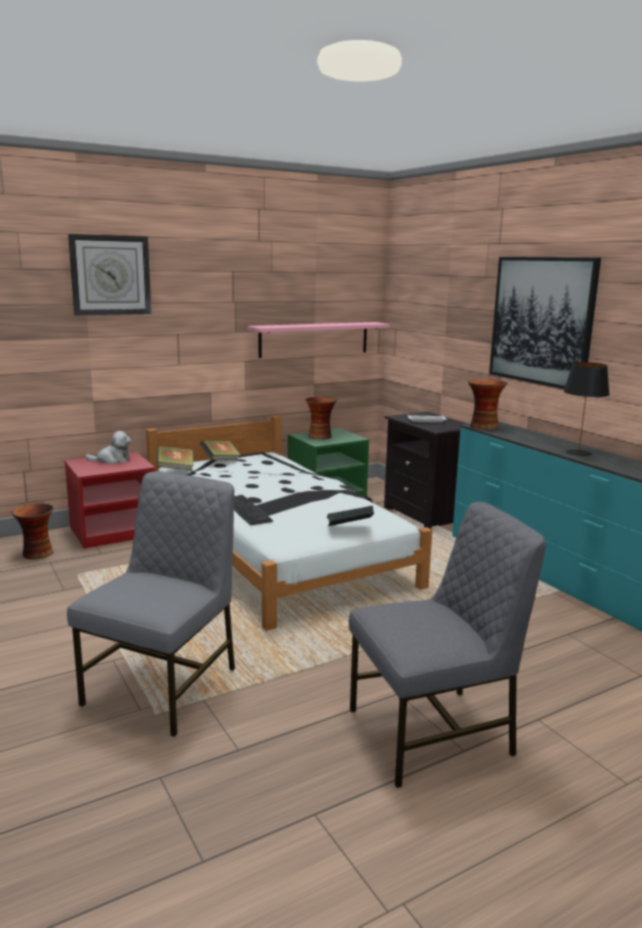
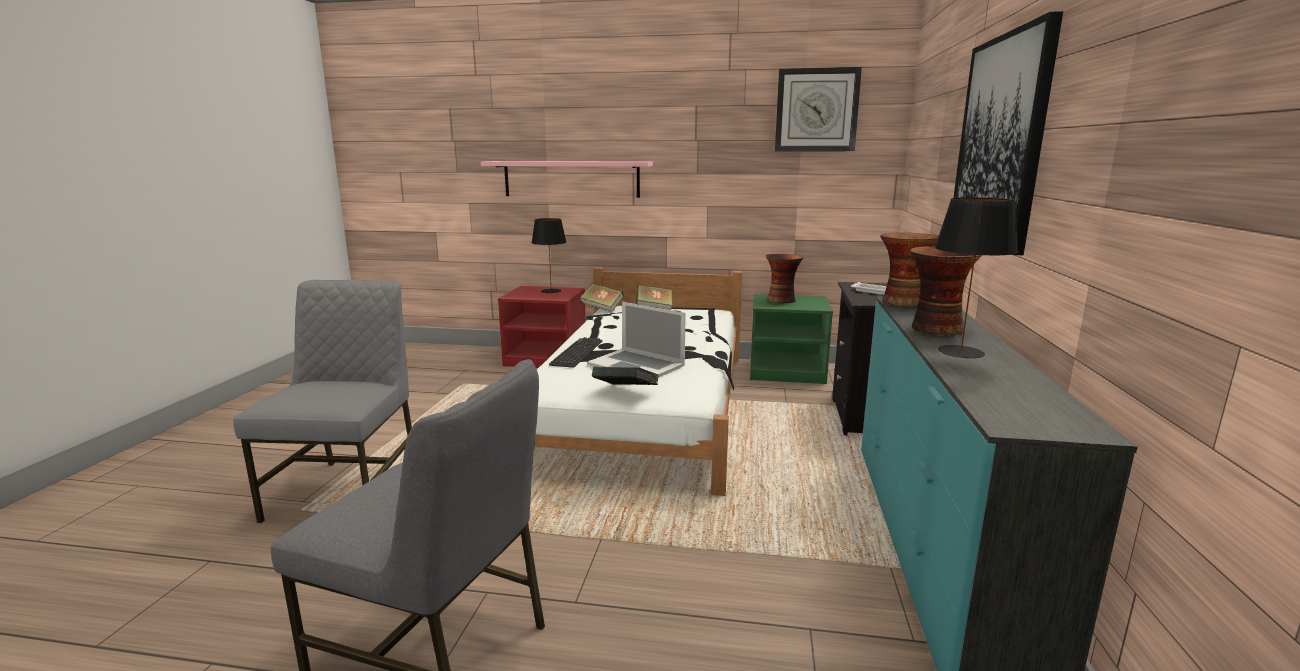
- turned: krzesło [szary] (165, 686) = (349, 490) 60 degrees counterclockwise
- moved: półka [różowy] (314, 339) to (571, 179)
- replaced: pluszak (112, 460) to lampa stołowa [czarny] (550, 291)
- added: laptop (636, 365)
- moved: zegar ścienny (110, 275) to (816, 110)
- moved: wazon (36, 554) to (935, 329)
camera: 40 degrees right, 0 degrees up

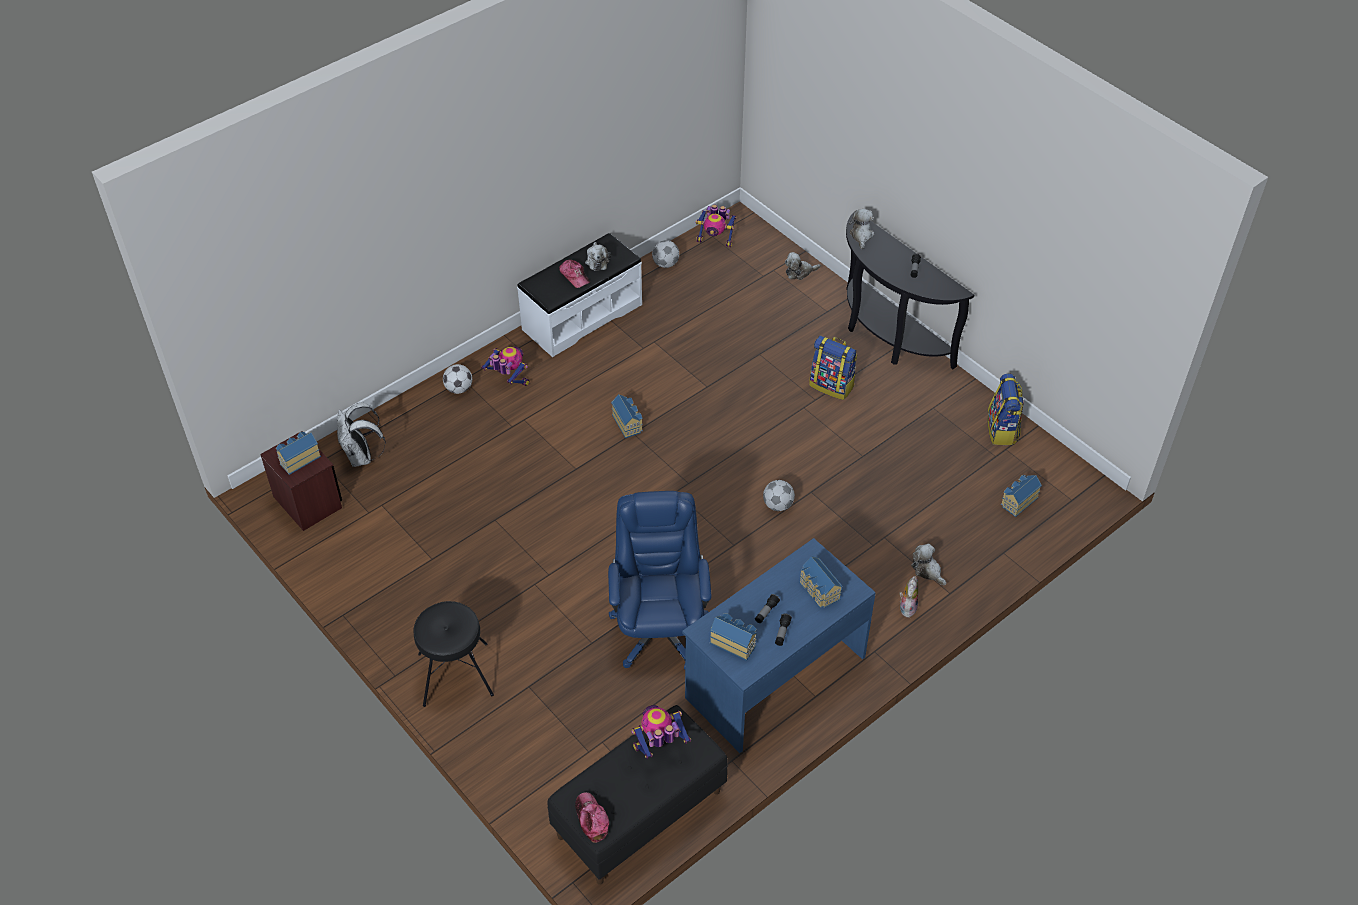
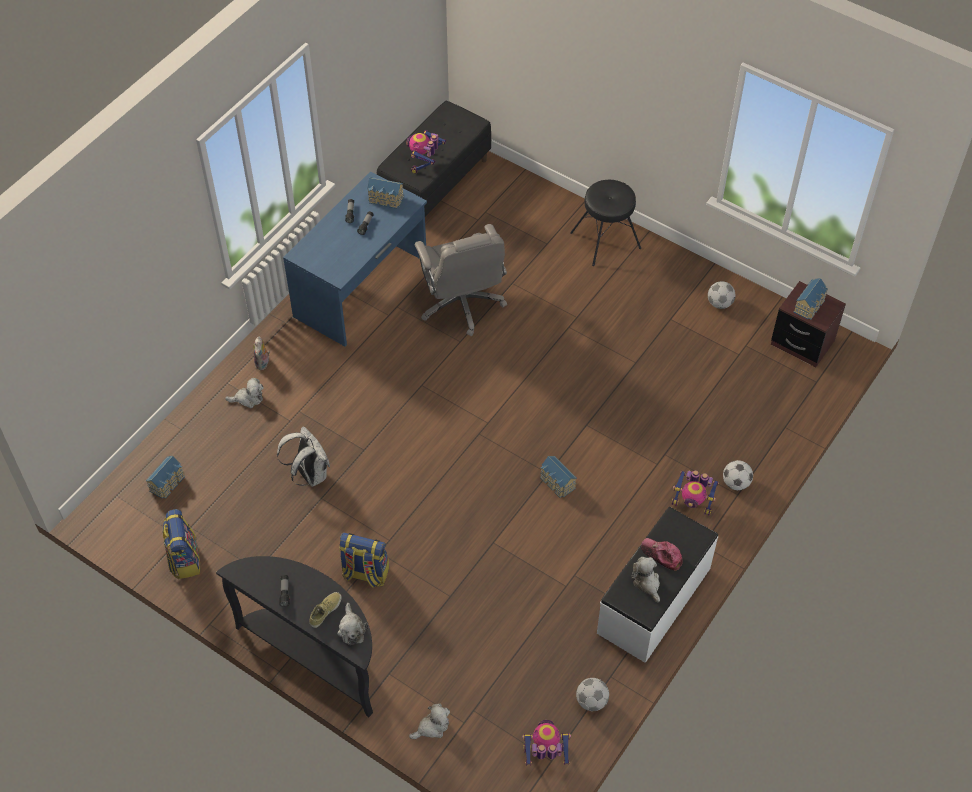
- turned: pluszak (927, 570) = (248, 398) 45 degrees counterclockwise
- moved: plecak [biały] (362, 457) to (309, 474)
- added: but [beżowy] (325, 610)
- turned: robot zabawkowy (659, 746) = (425, 163) 150 degrees clockwise
- recoloured: krzesło biurowe [niebieski] (659, 628) to krzesło biurowe [szary] (462, 304)
- moved: piłka futbolowa (778, 505) to (719, 303)
- removed: czapka z daszkiem (591, 819)
- removed: domek (818, 591)
camera: 165 degrees right, 5 degrees up

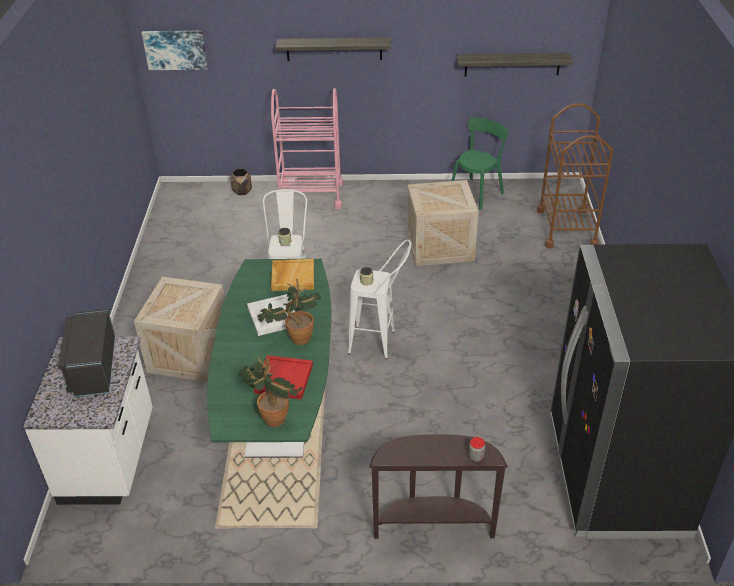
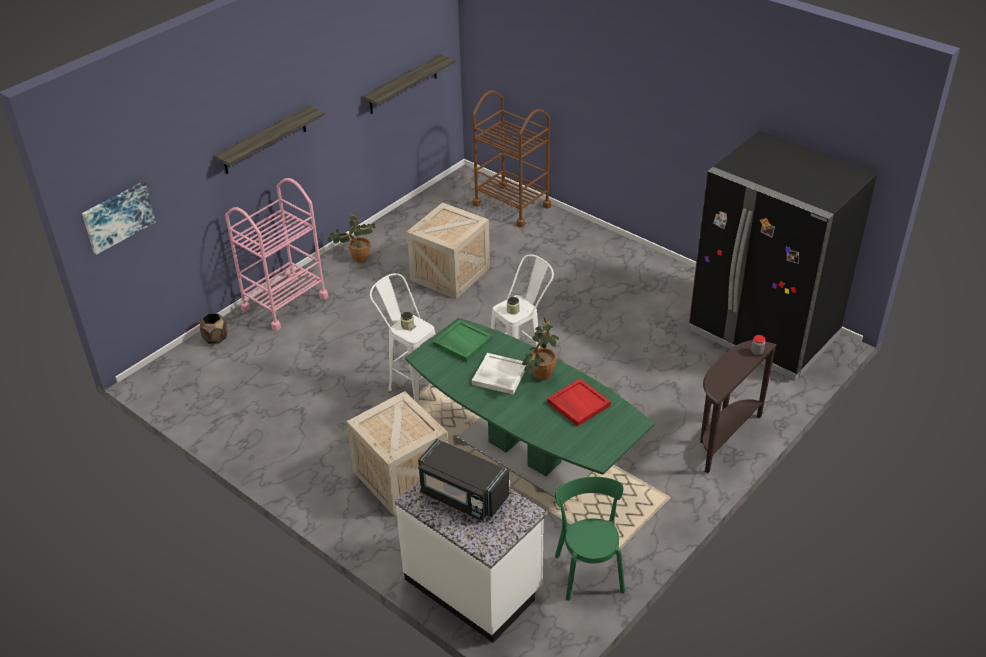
- moved: roślina doniczkowa (272, 415) to (357, 258)
- recoloured: taca [beżowy] (292, 276) to taca [zielony] (462, 342)
- moved: krzesło [zielony] (477, 192) to (588, 570)
camera: 50 degrees left, 0 degrees up

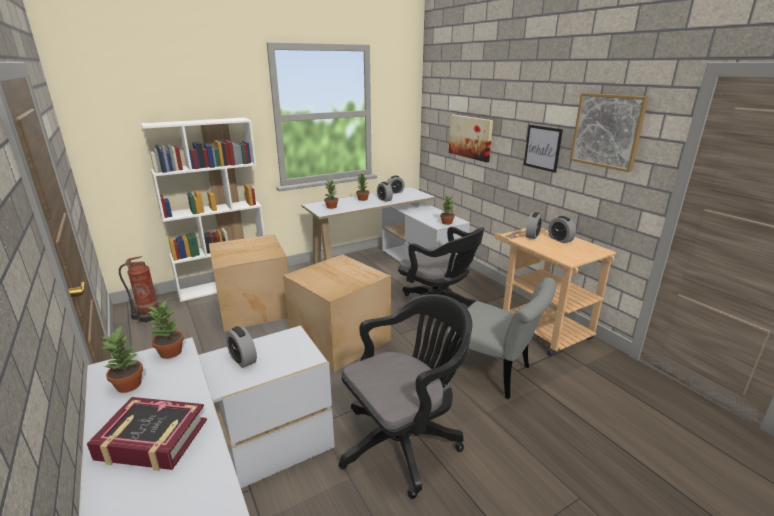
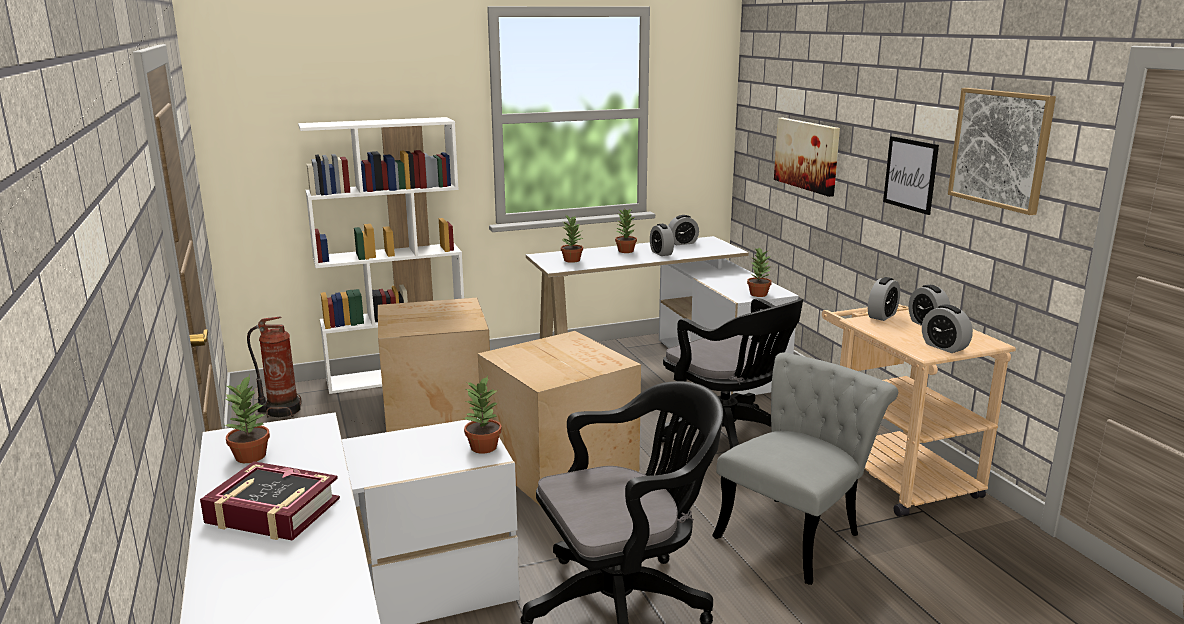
- moved: roślina doniczkowa (170, 352) to (483, 447)
- turned: krzesło [szary] (495, 374) = (796, 533) 90 degrees counterclockwise
- moved: budzik (243, 359) to (944, 347)
camera: 10 degrees right, 5 degrees down

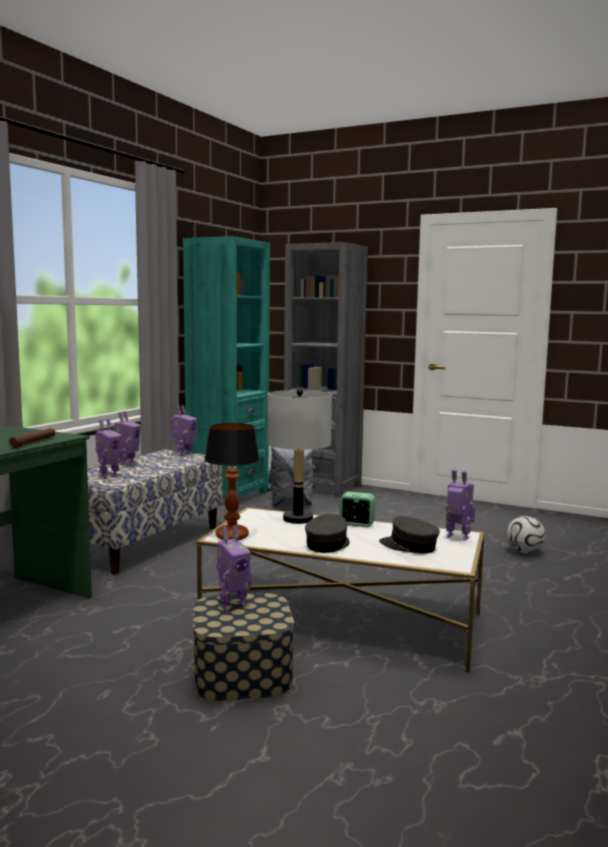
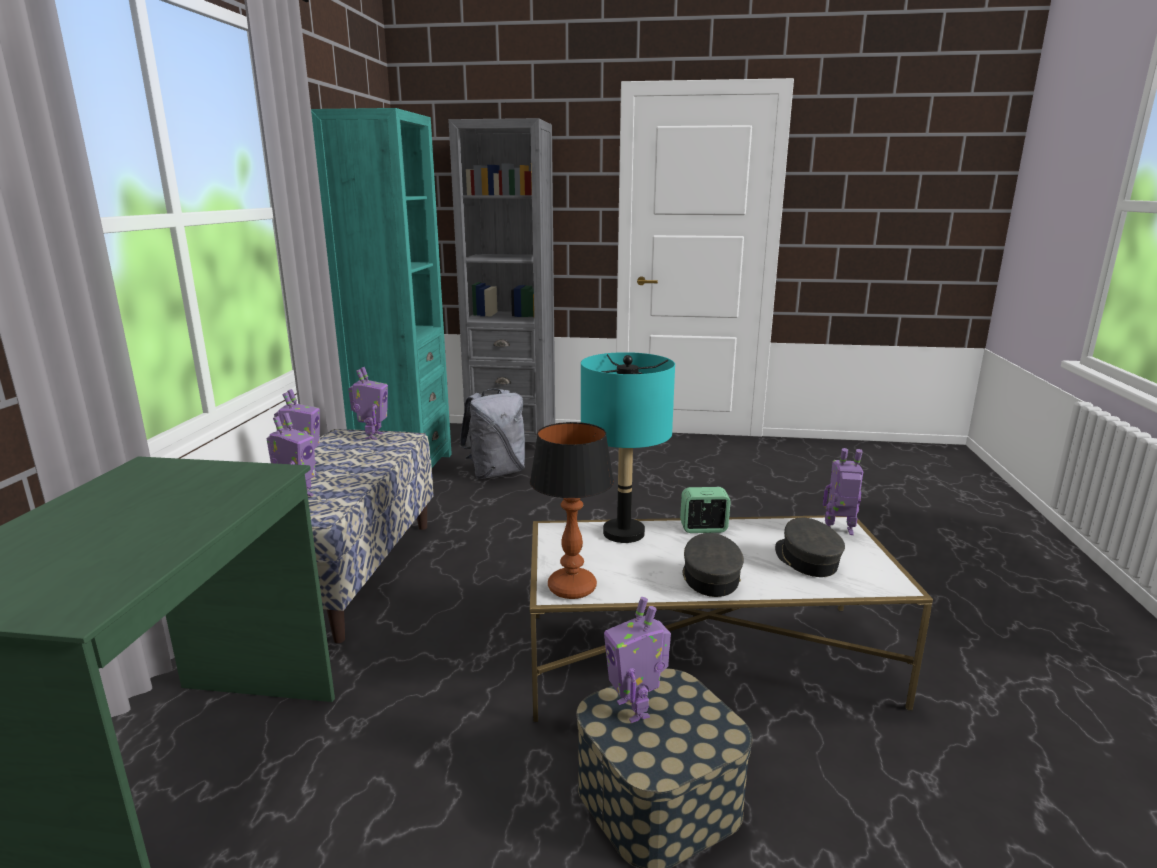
- recoloured: lampa stołowa [szary] (298, 519) to lampa stołowa [turkusowy] (623, 533)
- turned: robot zabawkowy (232, 605) = (635, 708) 120 degrees clockwise
- turned: czapka z daszkiem [szary] (409, 546) = (806, 560) 60 degrees clockwise
- removed: latarka [brązowy] (34, 442)
- removed: piłka futbolowa (524, 552)
camera: 20 degrees left, 10 degrees up

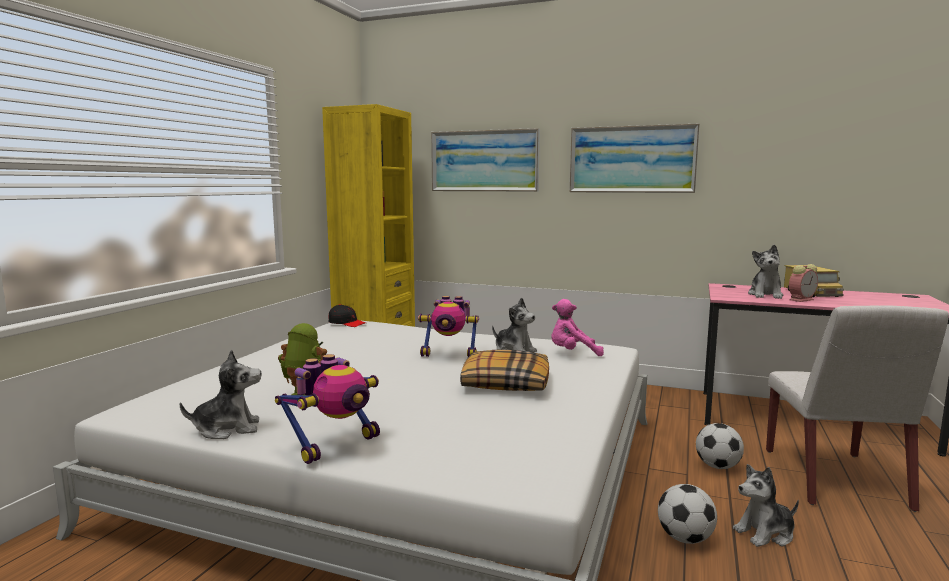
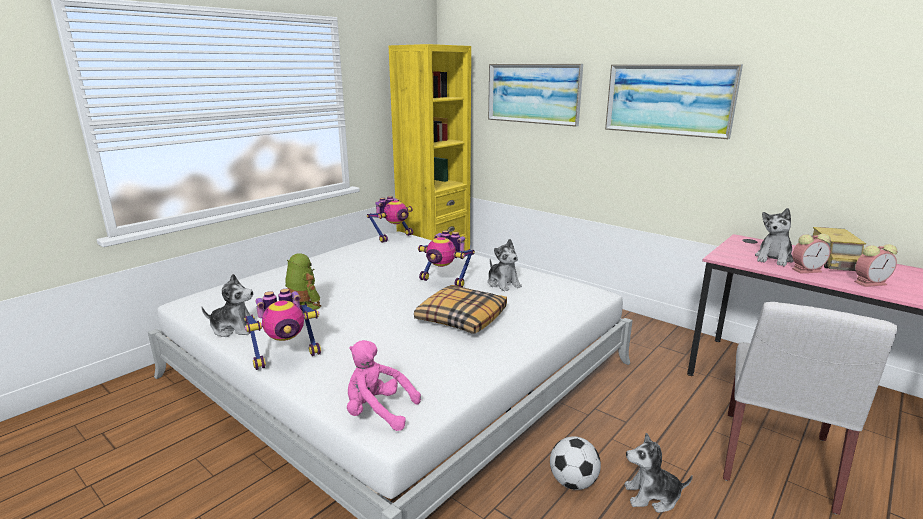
- moved: pluszak [różowy] (572, 353) to (378, 412)
- replaced: czapka z daszkiem [czarny] (347, 323) to robot zabawkowy (393, 237)
- added: budzik (871, 283)
- removed: piłka futbolowa (717, 466)
camera: 20 degrees right, 10 degrees up

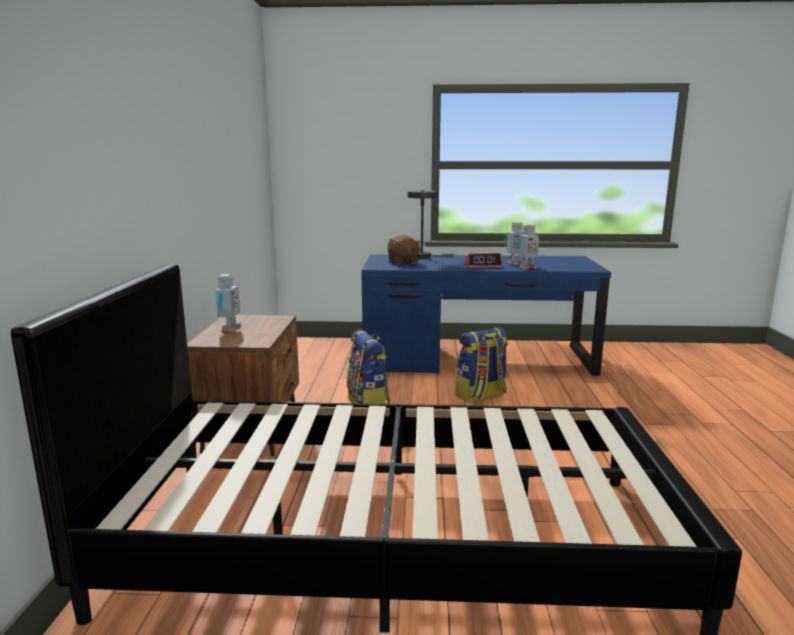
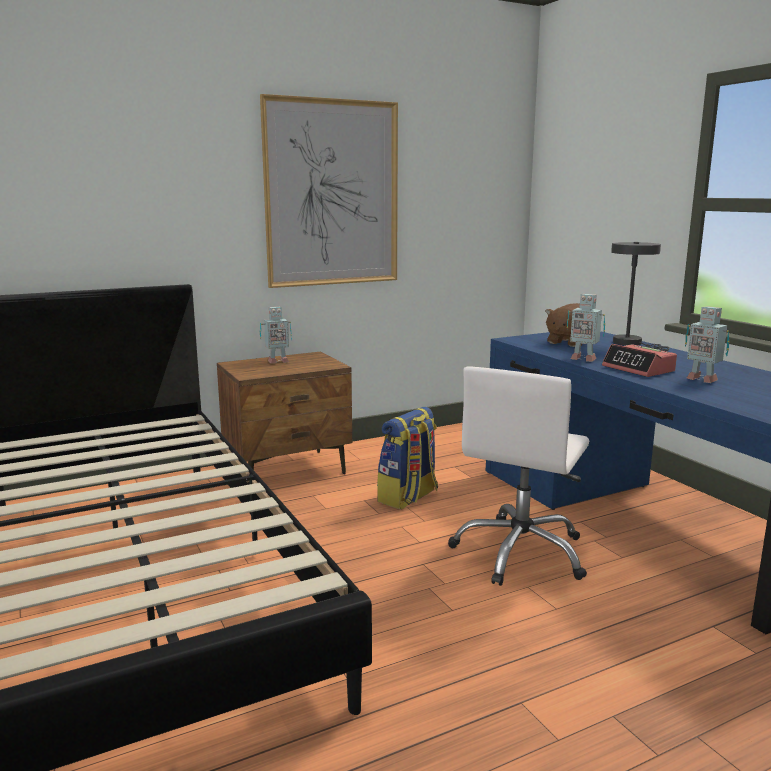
- added: obraz (332, 194)
- replaced: plecak (481, 396) to krzesło biurowe [biały] (521, 552)
- moved: robot zabawkowy (526, 268) to (583, 359)
camera: 60 degrees right, 0 degrees up

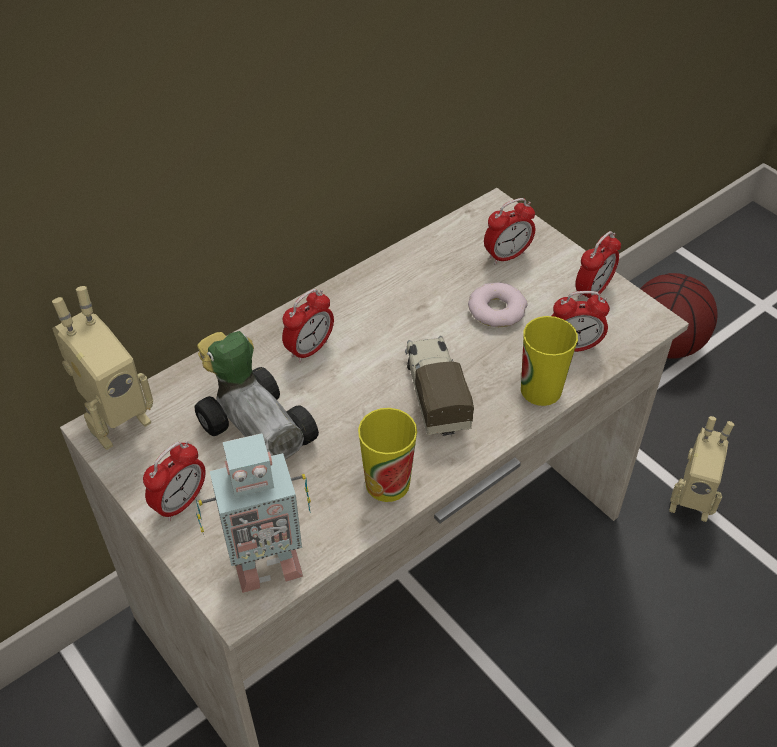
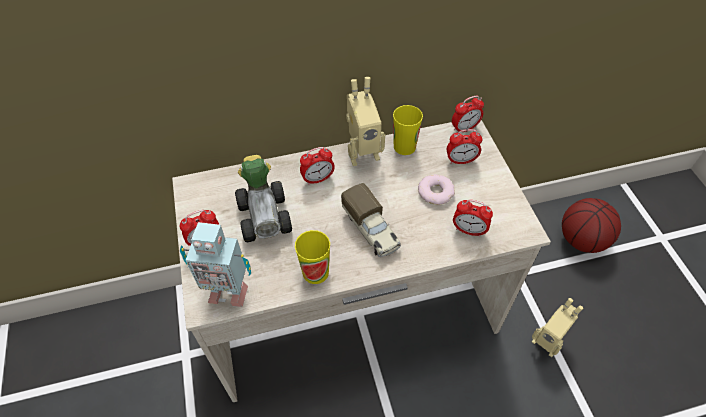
- turned: ciężarówka zabawkowa (435, 394) = (371, 230) 135 degrees clockwise
- moved: robot zabawkowy (115, 421) to (362, 153)
- moved: filiżanka (541, 390) to (404, 146)
- moved: budzik (593, 291) to (464, 128)
camera: 25 degrees right, 5 degrees up

